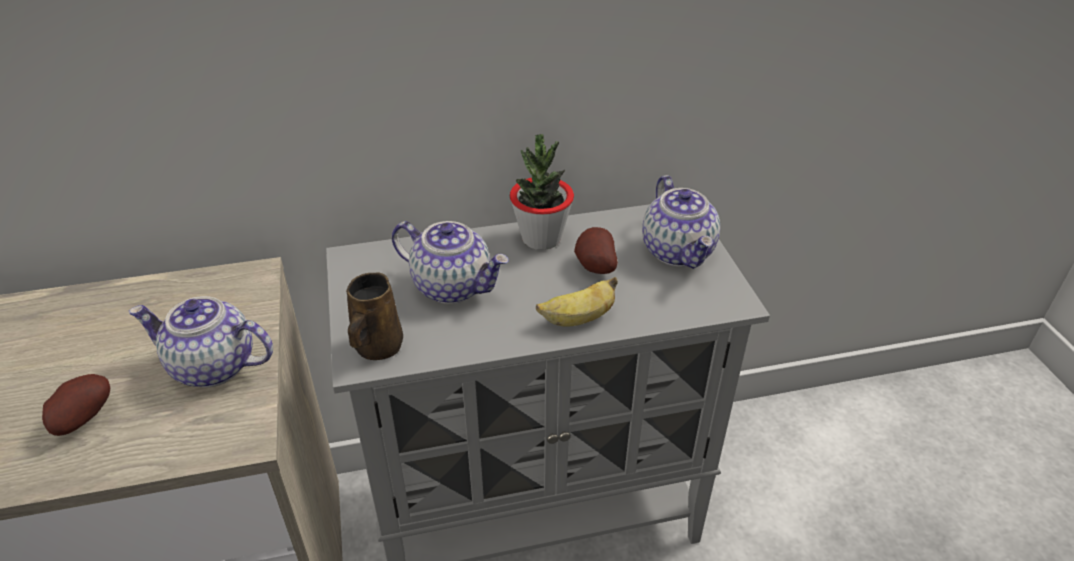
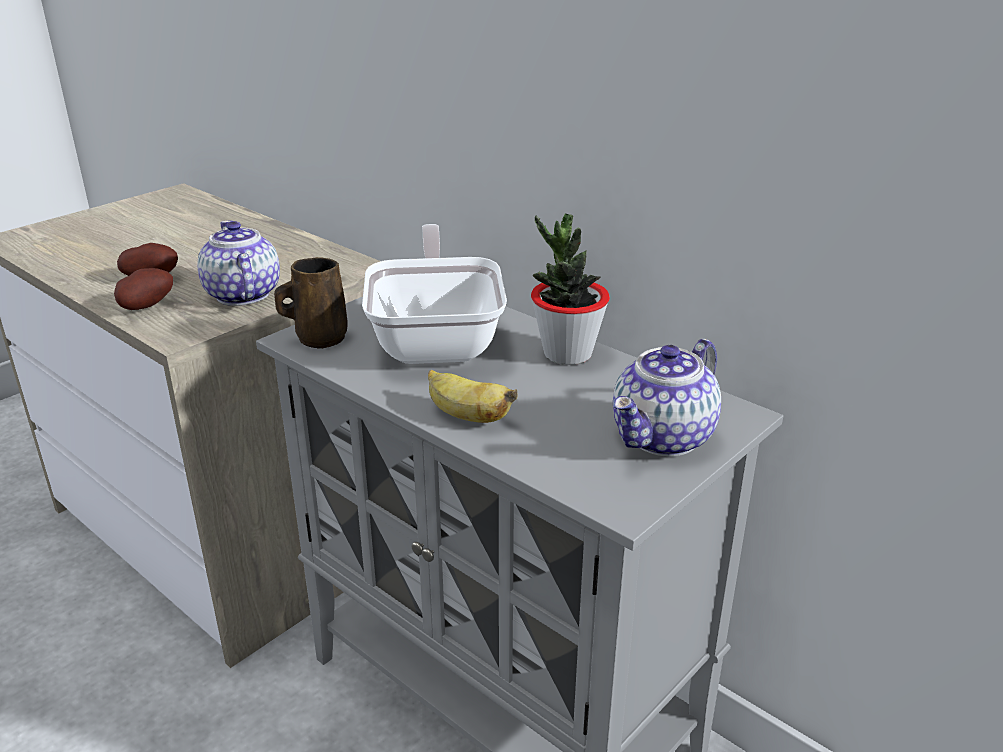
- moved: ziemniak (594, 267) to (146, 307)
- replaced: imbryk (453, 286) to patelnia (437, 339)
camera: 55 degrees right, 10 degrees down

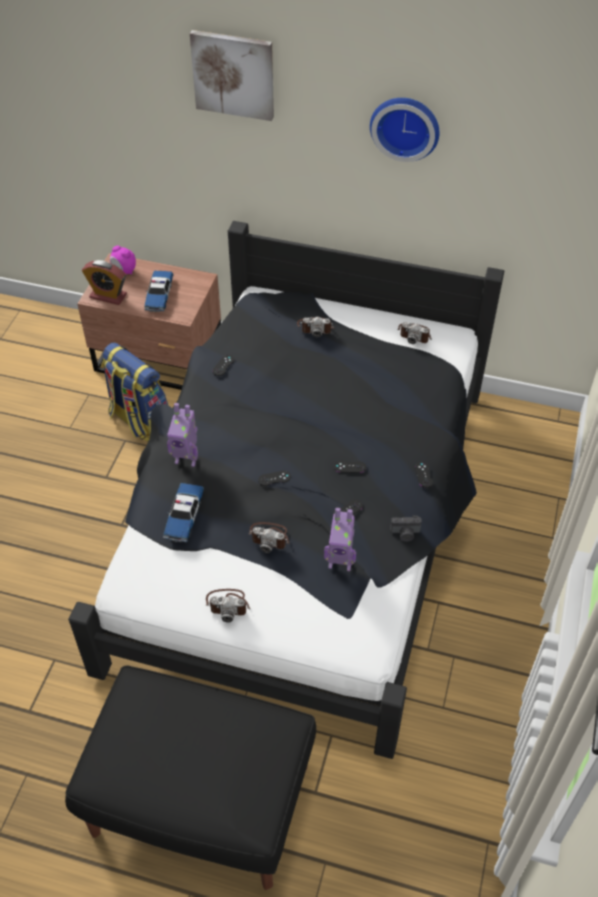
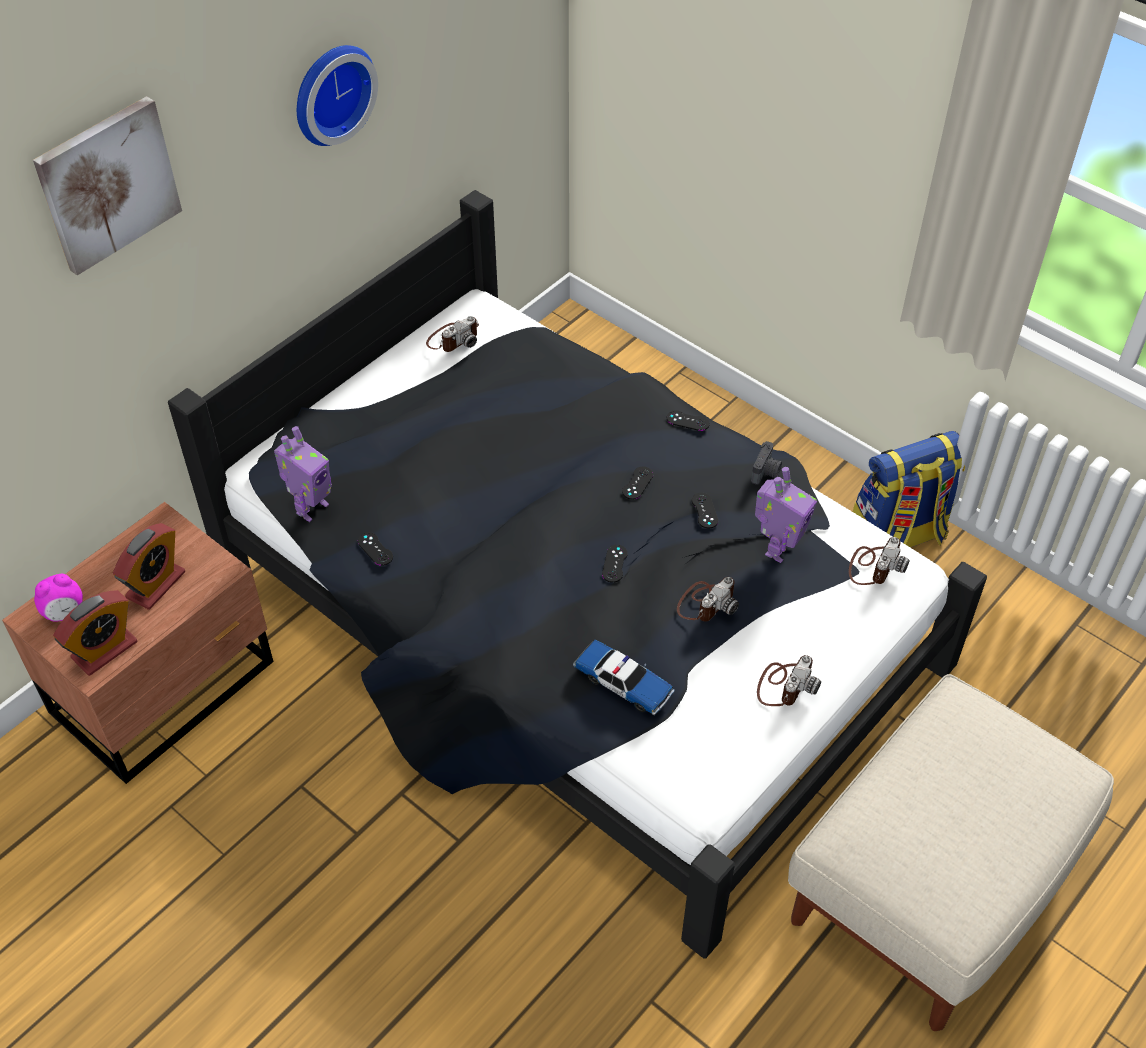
- replaced: samochodzik (159, 295) to budzik (156, 585)
- moved: robot zabawkowy (186, 459) to (311, 508)
- recoloured: pufa [czarny] (201, 800) to pufa [beżowy] (933, 884)
- moved: aparat fotograficzny (315, 327) to (874, 566)
- moved: plecak (139, 420) to (897, 537)
camera: 65 degrees left, 0 degrees up

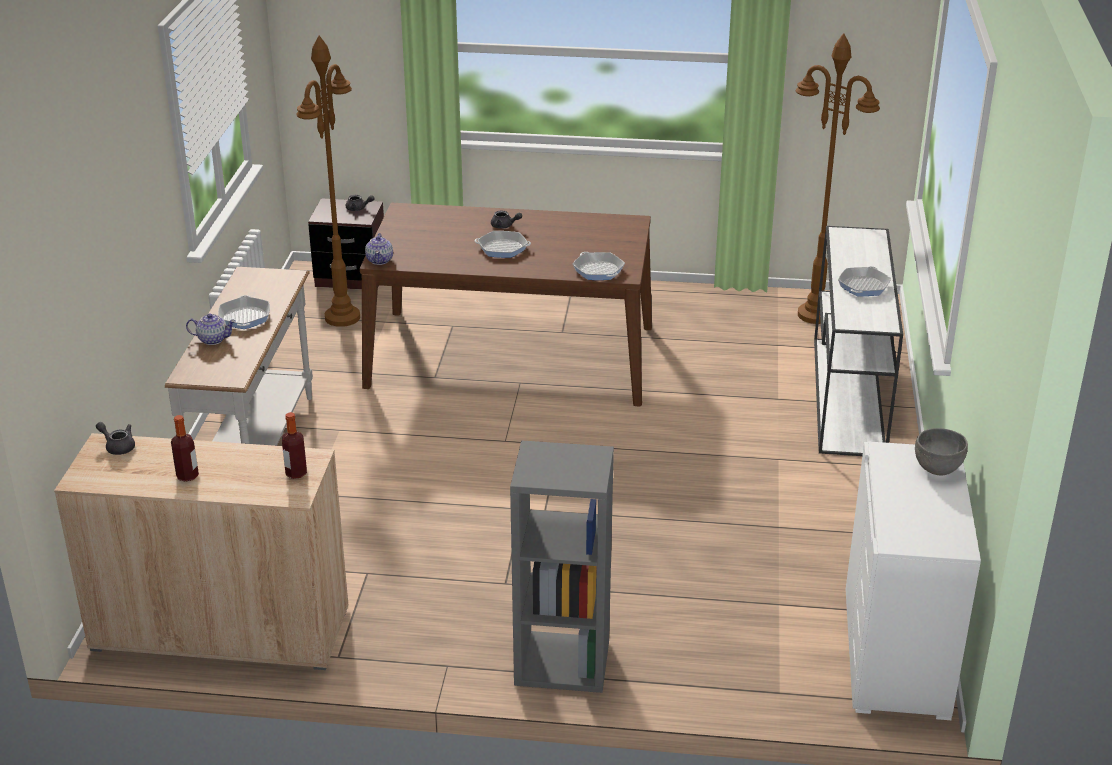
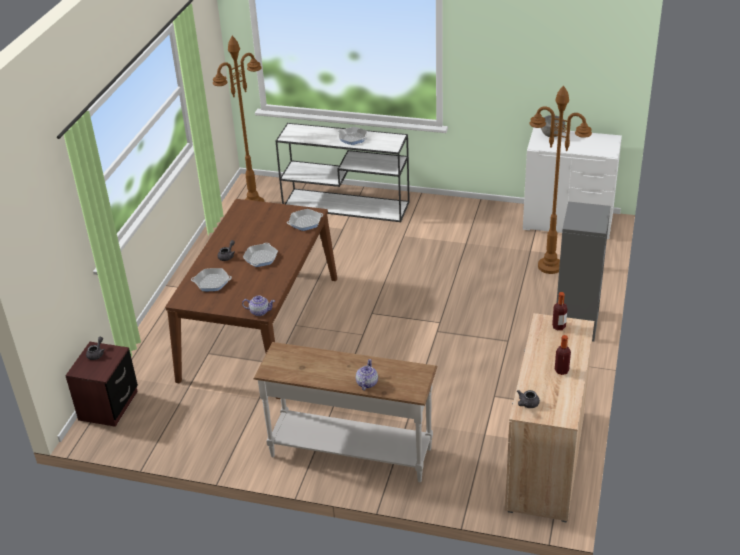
- moved: patelnia (244, 317) to (212, 282)
- moved: lampa stojąca [brązowy] (342, 318) to (550, 266)
camera: 80 degrees left, 5 degrees up

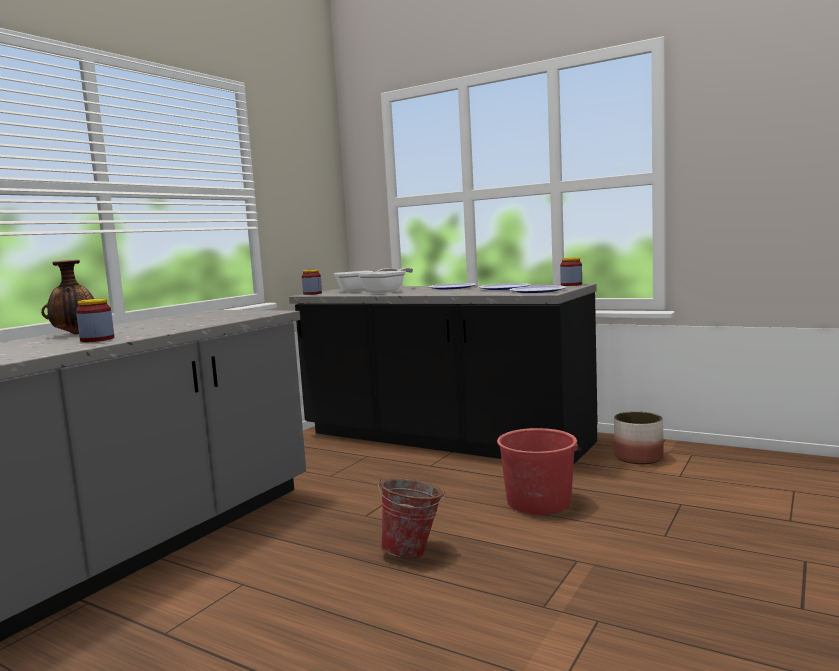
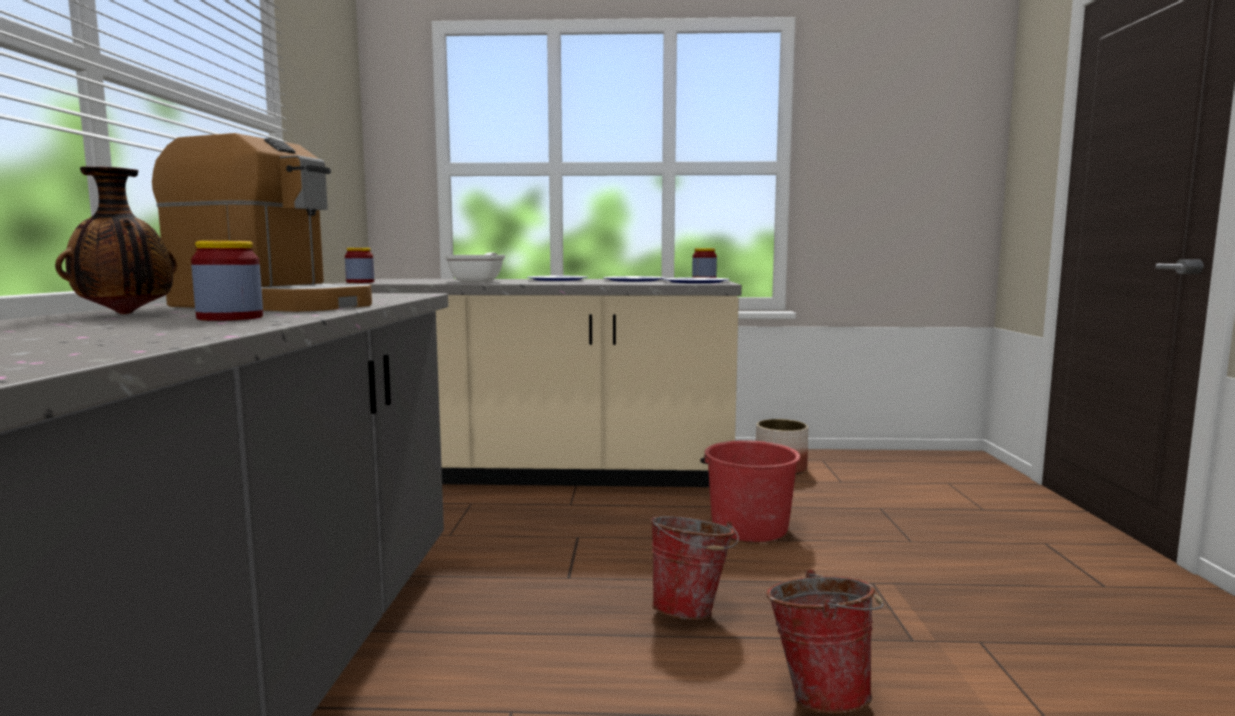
- added: ekspres do kawy (273, 305)
- recoloured: zabudowa kuchenna [czarny] (443, 439) to zabudowa kuchenna [beżowy] (546, 473)
- added: wiadro (820, 692)
- removed: patelnia (360, 290)
camera: 30 degrees left, 0 degrees up

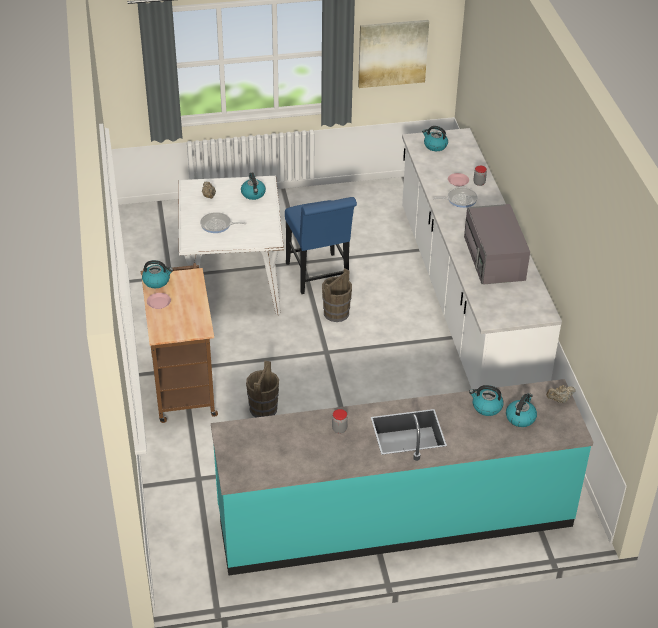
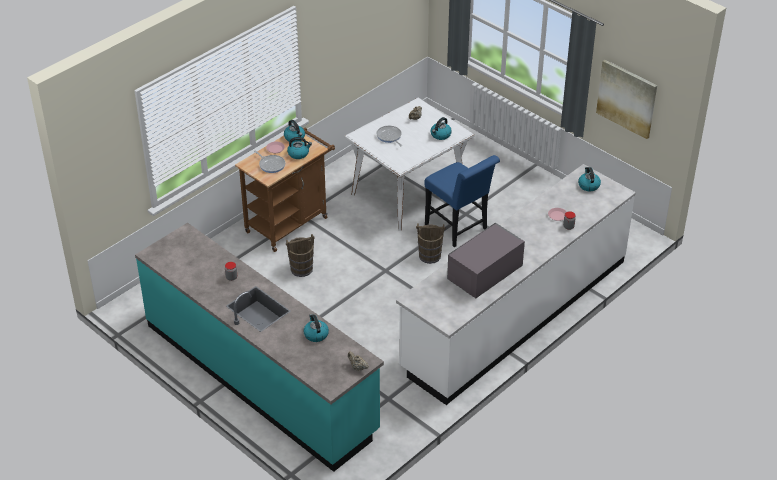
- moved: patelnia (460, 199) to (271, 164)
- moved: czajnik (520, 417) to (298, 154)
- turned: krzesło [niebieski] (319, 277) = (459, 229) 75 degrees counterclockwise
camera: 55 degrees right, 0 degrees up

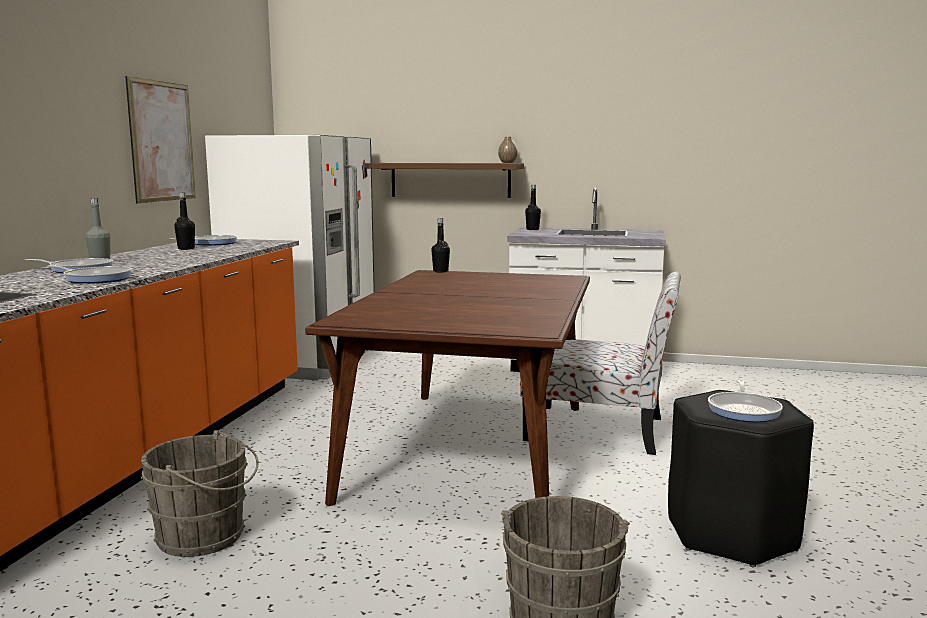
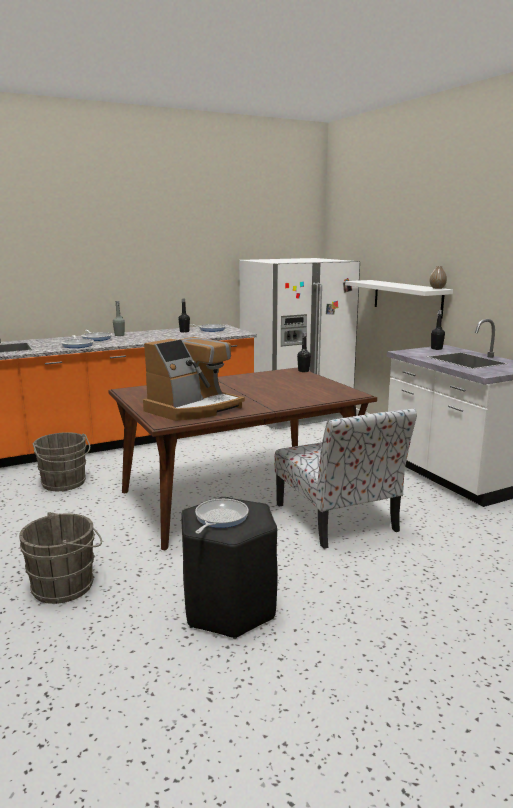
- added: ekspres do kawy (193, 409)
- turned: patelnia (744, 410) = (220, 518) 135 degrees clockwise
- recoloured: półka [brązowy] (450, 180) to półka [biały] (407, 298)
- removed: obraz (162, 141)
camera: 50 degrees right, 5 degrees up

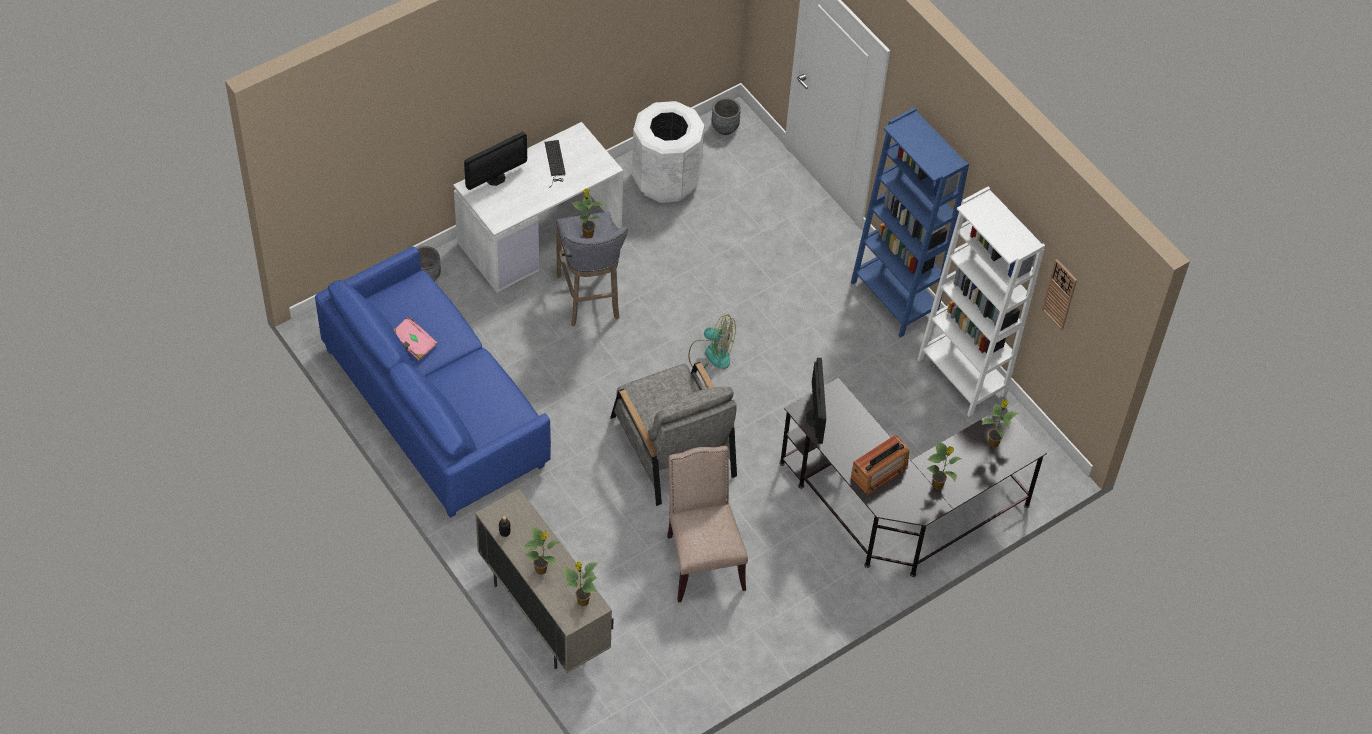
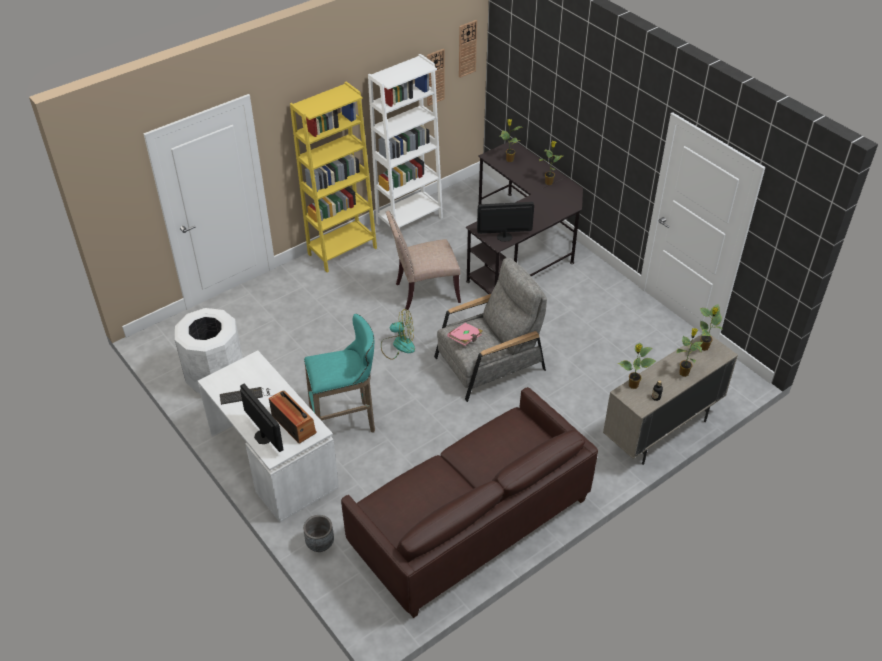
- moved: radio (879, 472) to (294, 424)
- recoloured: regał [niebieski] (894, 299) to regał [żółty] (342, 251)
- recoloured: stołek [szary] (590, 300) to stołek [turkusowy] (346, 421)
- recoloured: kanapa [niebieski] (435, 406) to kanapa [brązowy] (469, 522)
- turned: wentylator (711, 354) = (398, 345) 75 degrees clockwise
- moved: krzesło [beżowy] (702, 559) to (424, 292)
- moved: książka [różowy] (413, 344) to (465, 339)
- added: zegar ścienny (467, 48)
- moved: roślina doniczkowa (587, 233) to (632, 385)
- removed: donica [szary] (724, 127)
camera: 90 degrees left, 10 degrees down

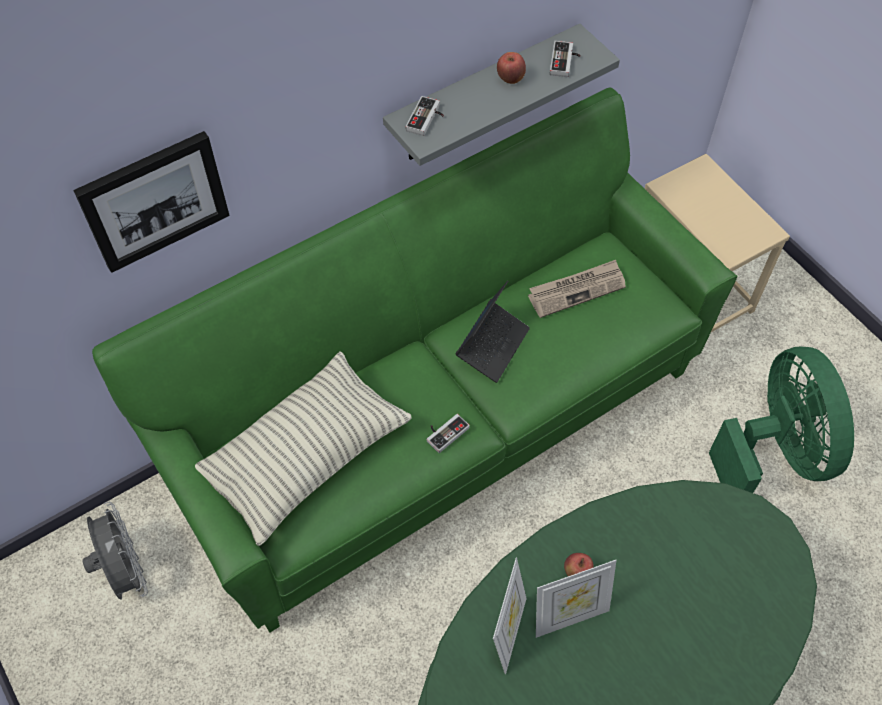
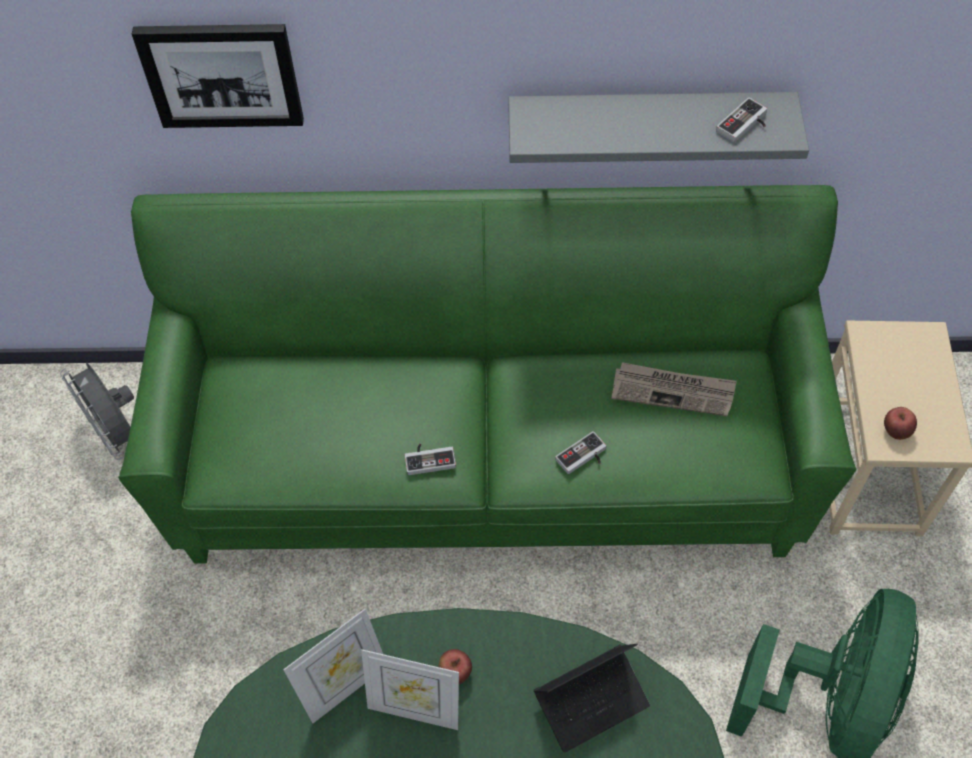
- turned: wentylator [szary] (126, 571) = (118, 433) 135 degrees clockwise
- moved: laptop (492, 345) to (591, 701)
- moved: pad do gier (427, 119) to (583, 458)
- moved: jabłko (510, 79) to (895, 431)
- removed: poduszka (305, 456)
camera: 35 degrees right, 0 degrees up

